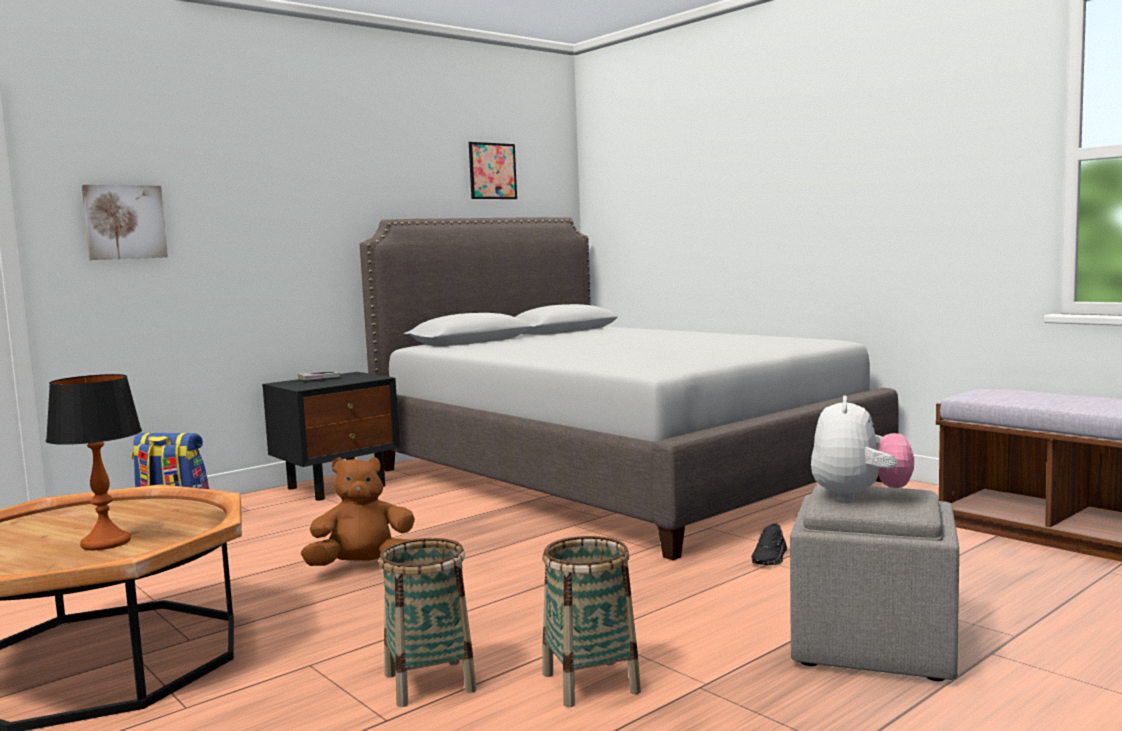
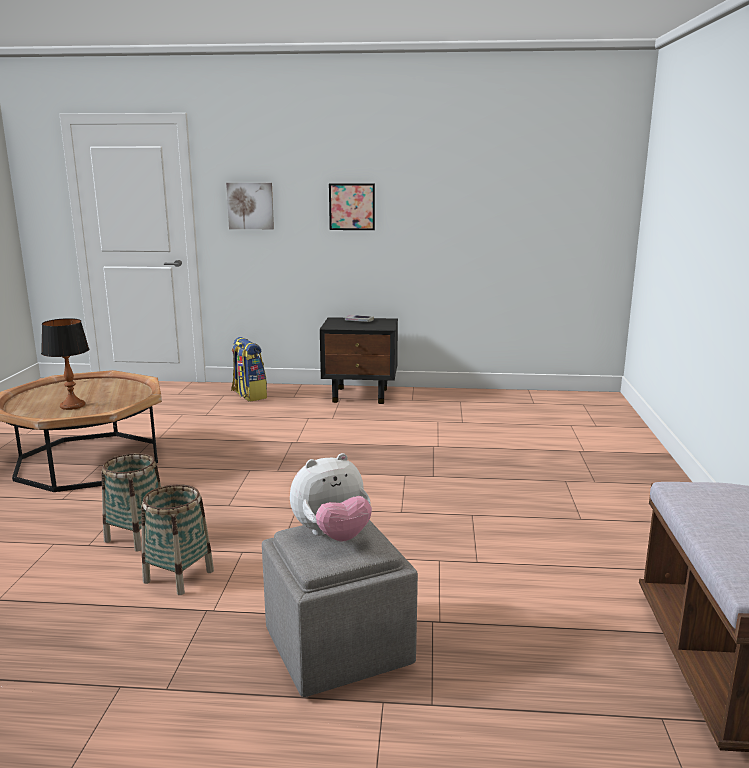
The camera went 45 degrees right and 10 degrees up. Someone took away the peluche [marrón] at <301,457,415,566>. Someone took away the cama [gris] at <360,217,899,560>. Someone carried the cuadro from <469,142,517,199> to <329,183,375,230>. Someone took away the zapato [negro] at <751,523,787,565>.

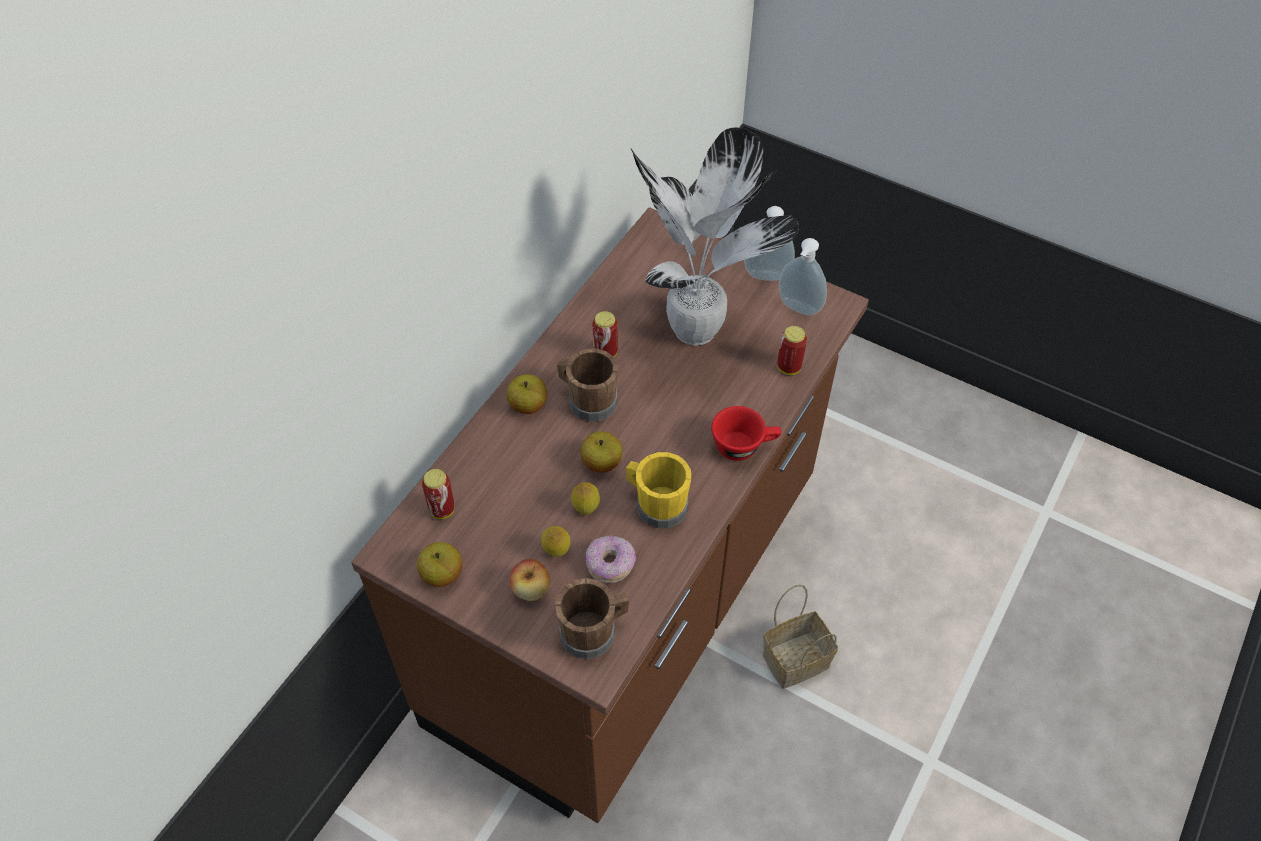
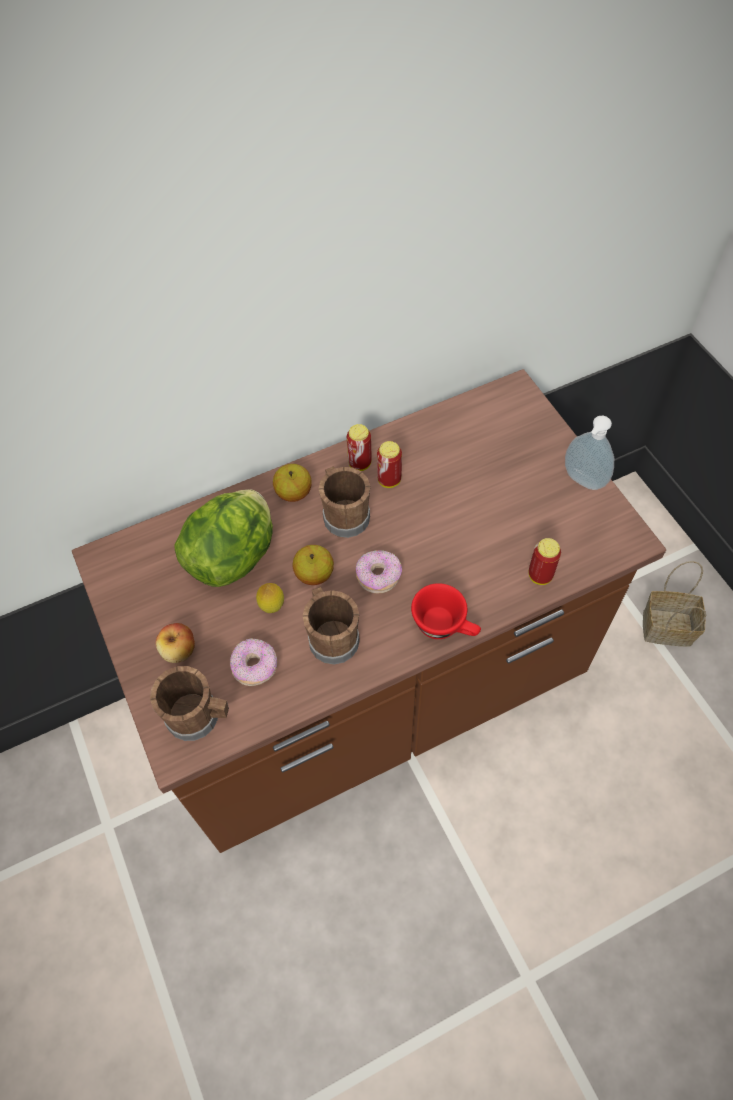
The camera went 35 degrees right and 5 degrees up. Someone took away the manzana at <417,542,462,587>. Someone carried the lata from <422,469,455,519> to <347,424,372,471>. Someone took away the limón at <541,526,570,557>. Someone repainted the taza grande [amarillo] at <626,452,691,529>, which became the taza grande [marrón] at <303,587,360,664>. Someone took away the planta en maceta at <631,127,799,346>. Someone carried the cesta from <763,584,838,689> to <643,561,706,647>. Someone took away the dispensador de jabón at <779,238,827,316>. Someone put down the lechuga at <174,489,273,587>. Someone put down the rosquilla at <356,550,402,594>.

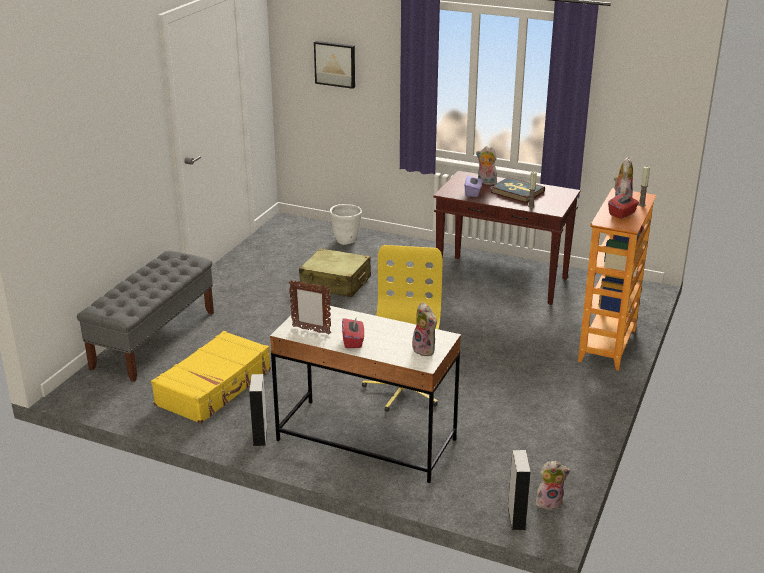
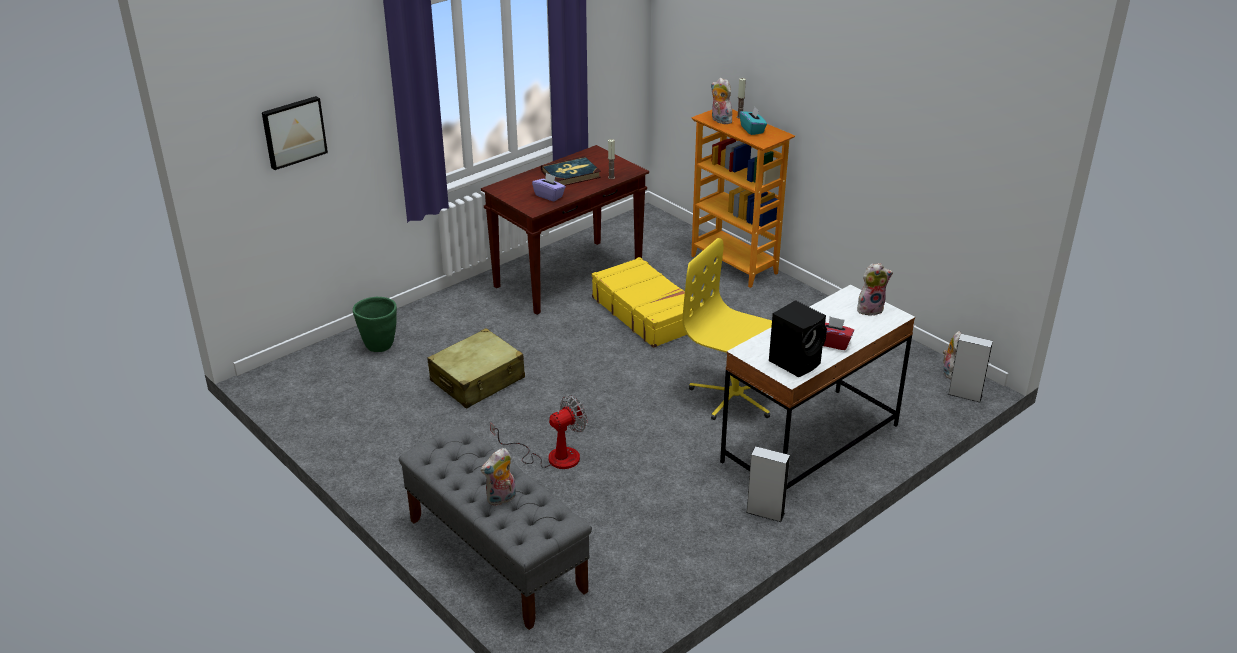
The camera went 65 degrees left and 5 degrees up. Someone carried the maleta [amarillo] from <151,331,271,424> to <592,257,702,348>. Someone swapped the portarretratos at <289,280,331,335> for the altavoz [negro] at <769,300,827,377>. Someone repainted the maceta [blanco] at <330,204,362,245>, which became the maceta [verde] at <353,297,397,352>. Someone carried the peluche from <476,146,497,185> to <481,448,516,506>. Someone repainted the caja de pañuelos [rojo] at <608,193,639,219>, which became the caja de pañuelos [turquesa] at <740,107,767,135>. Someone put down the ventilador at <490,395,587,469>.

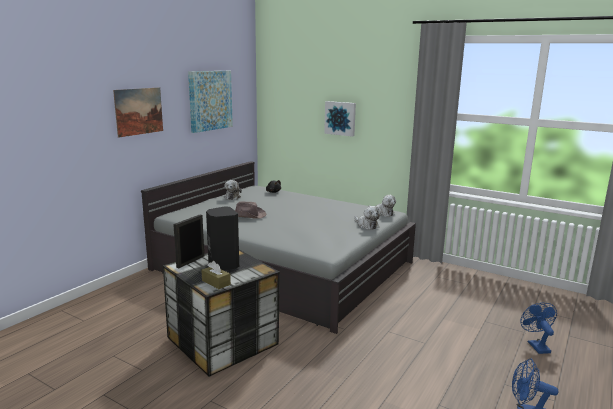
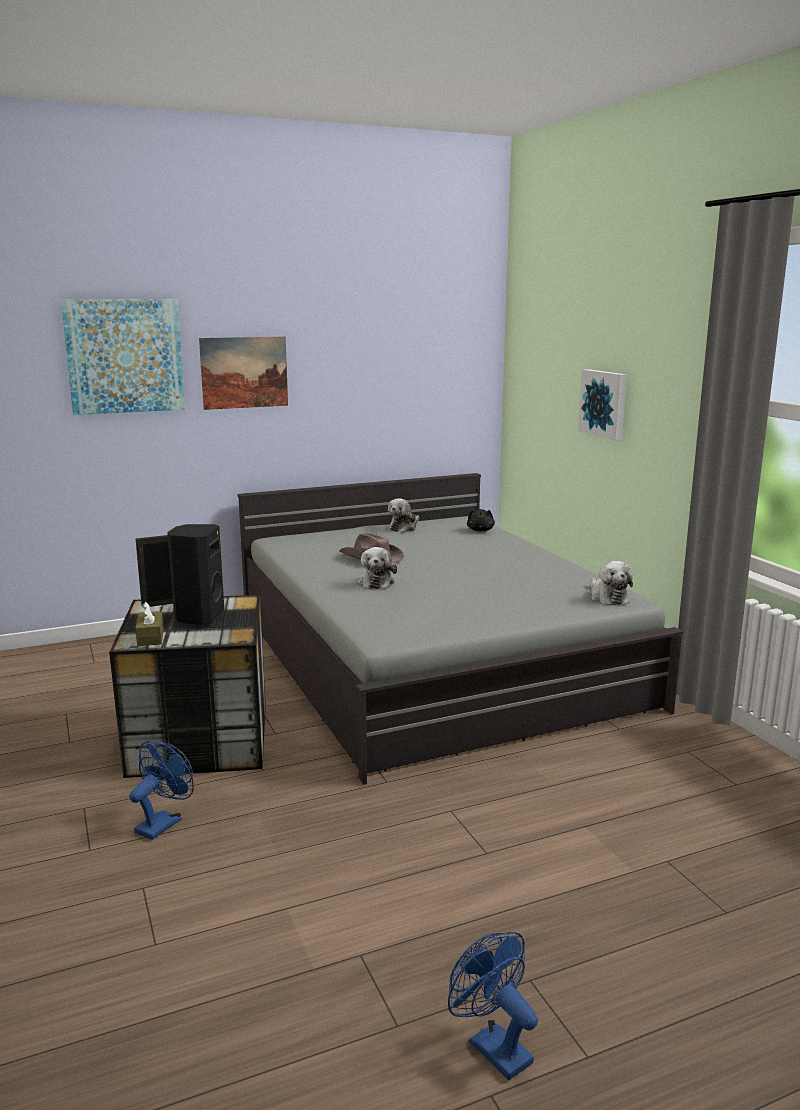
The camera went 35 degrees right and 0 degrees up. Someone carried the cuadro from <188,71,233,133> to <60,299,185,415>. Someone carried the peluche from <354,206,381,230> to <358,547,397,589>. Someone carried the ventilador [azul] from <520,302,557,354> to <129,740,194,840>.

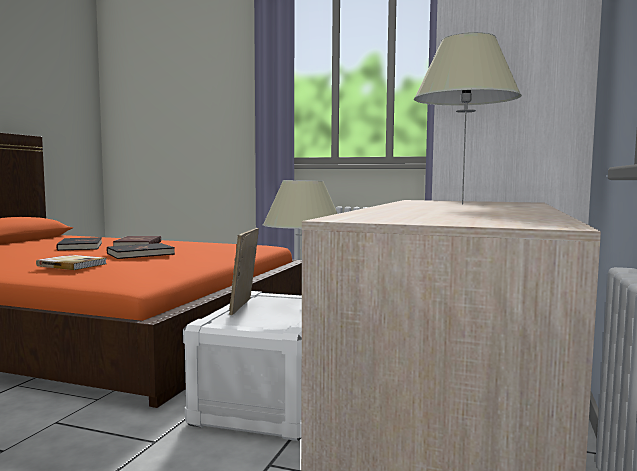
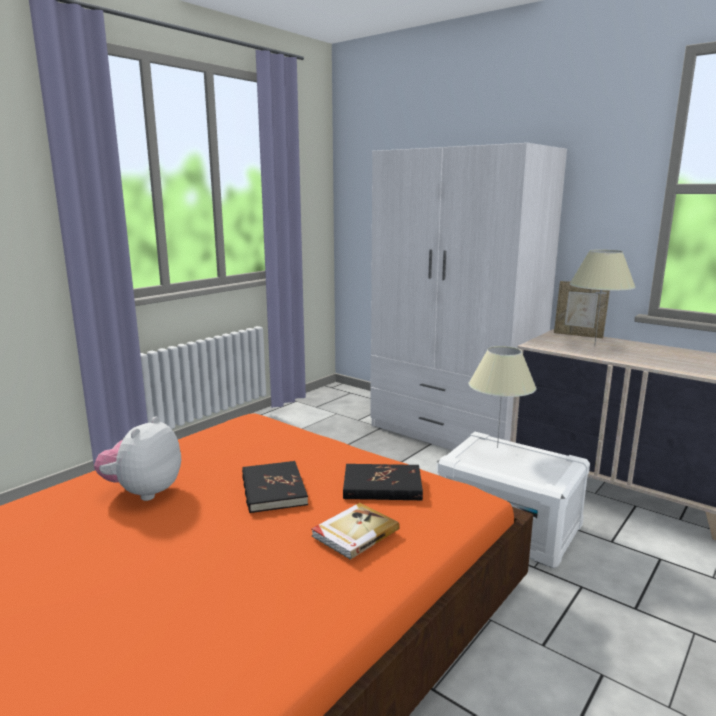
The camera went 70 degrees left and 10 degrees up. Someone carried the libro [negro] from <56,237,102,251> to <343,464,423,500>. Someone swapped the libro [rojo] at <113,236,161,246> for the peluche at <94,416,181,501>. Someone carried the portarretratos from <229,228,259,315> to <554,281,610,338>.

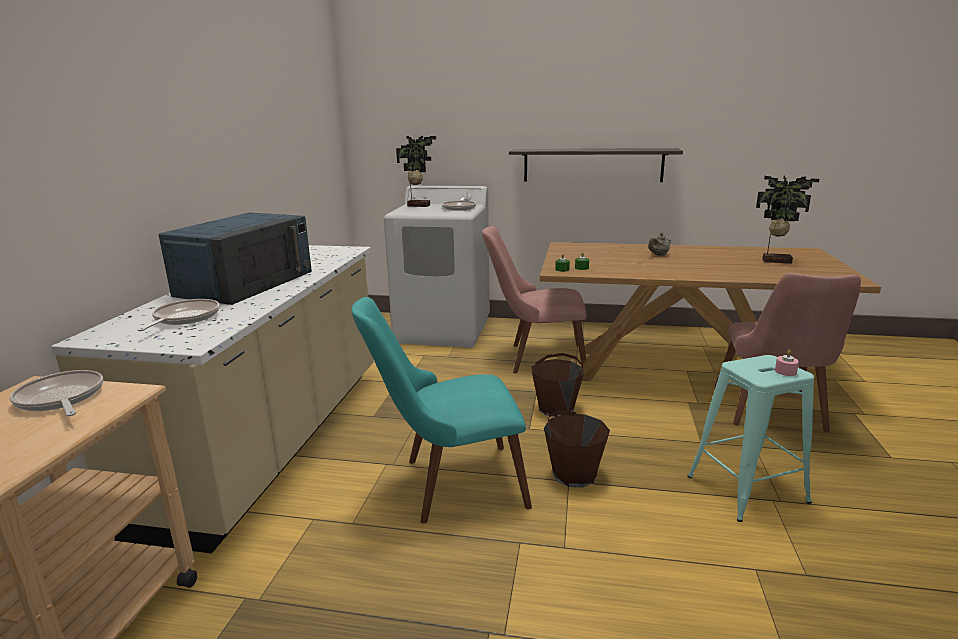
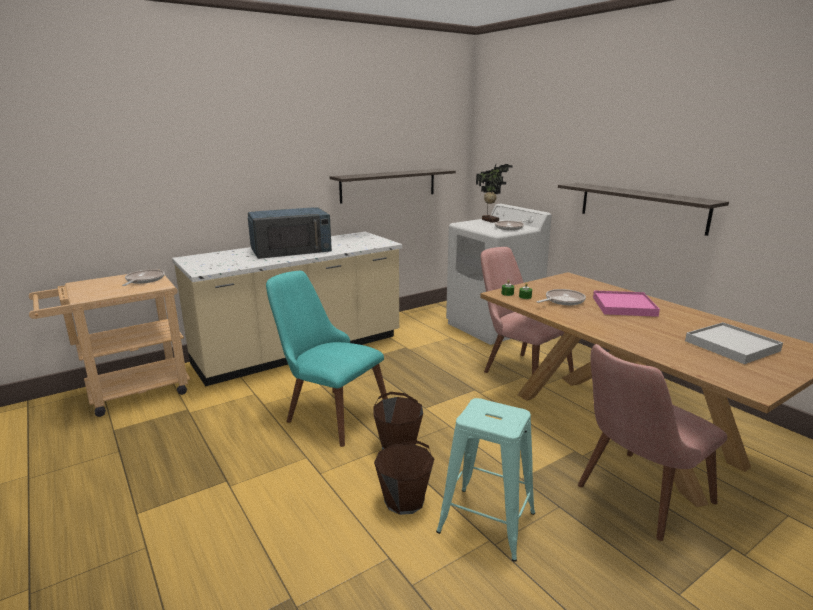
The camera went 45 degrees right and 0 degrees up. Someone carried the sartén from <137,299,220,331> to <536,289,586,305>. Someone carried the cubo [marrón] from <532,353,584,417> to <374,440,434,515>. Someone swapped the tetera [beis] at <648,233,671,256> for the bandeja [rosa] at <593,291,660,317>. Someone swapped the planta en maceta at <756,176,819,264> for the bandeja [blanco] at <685,322,783,364>. Someone took away the vela [rosa] at <775,350,799,376>. Someone put up the estante at <330,169,456,204>.

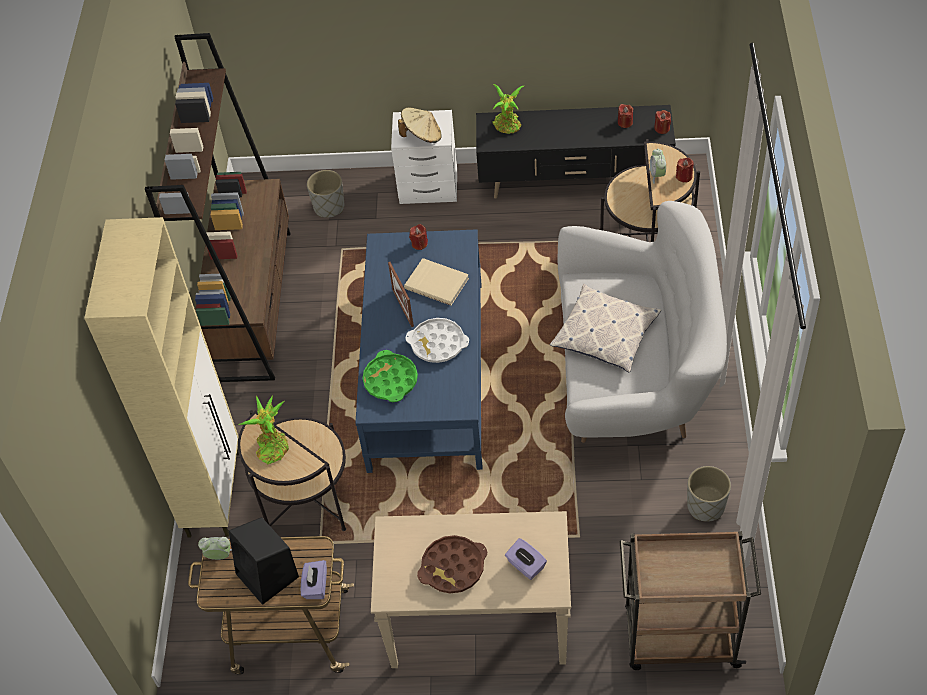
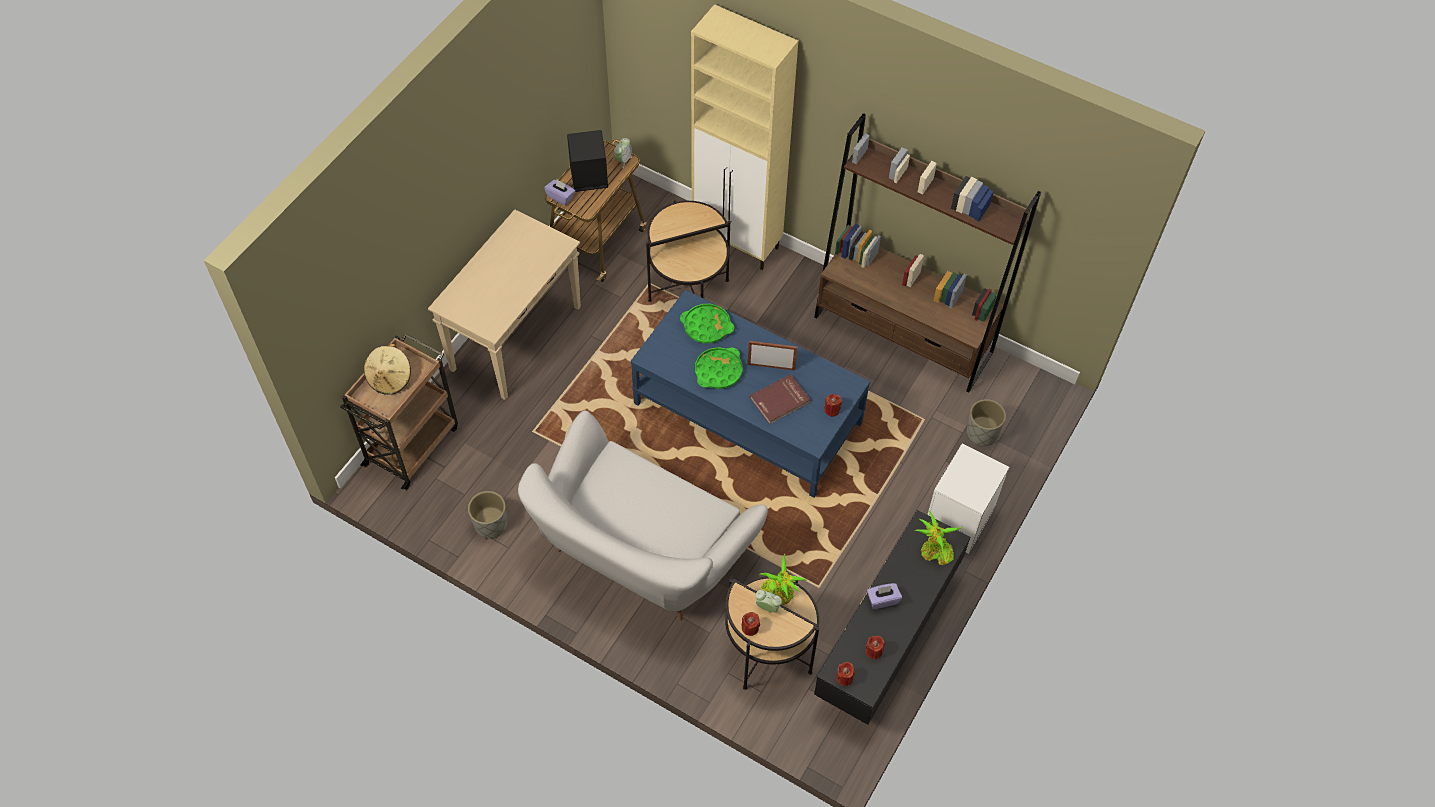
The camera went 115 degrees right and 5 degrees up. Someone carried the planta en maceta from <238,396,289,464> to <760,554,807,605>. Someone carried the sombrero [beis] from <398,107,442,143> to <364,343,411,395>. Someone repainted the libro [beis] at <404,258,469,306>, which became the libro [rojo] at <750,374,810,424>. Someone repainted the bandeja [blanco] at <405,318,469,363>, which became the bandeja [verde] at <695,347,743,389>. Someone took away the bandeja [marrón] at <417,535,487,593>. Someone carried the caja de pañuelos [morado] from <505,538,547,580> to <867,583,902,609>. Someone took away the cojín at <549,284,661,372>.

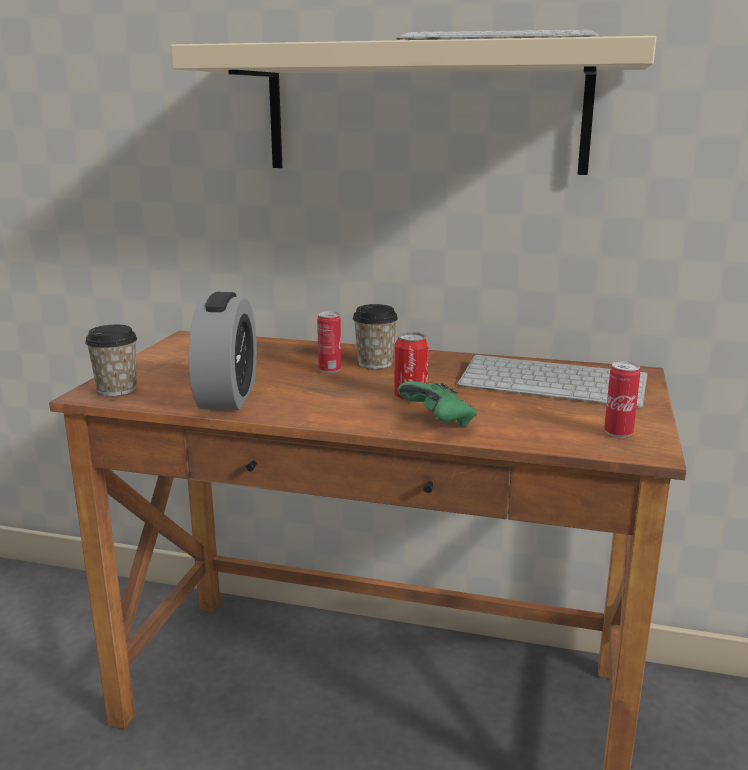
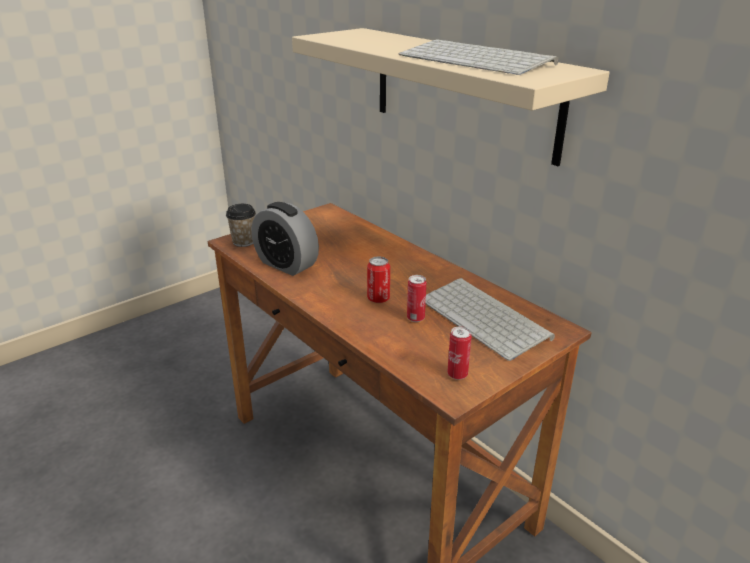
The camera went 35 degrees right and 10 degrees up. Someone rotated the despertador at <189,292,257,410> by 90 degrees clockwise. Someone carried the lata from <317,311,341,373> to <407,275,426,322>. Someone took away the taza at <353,304,398,369>. Someone took away the mando de consola [verde] at <398,381,477,427>.

